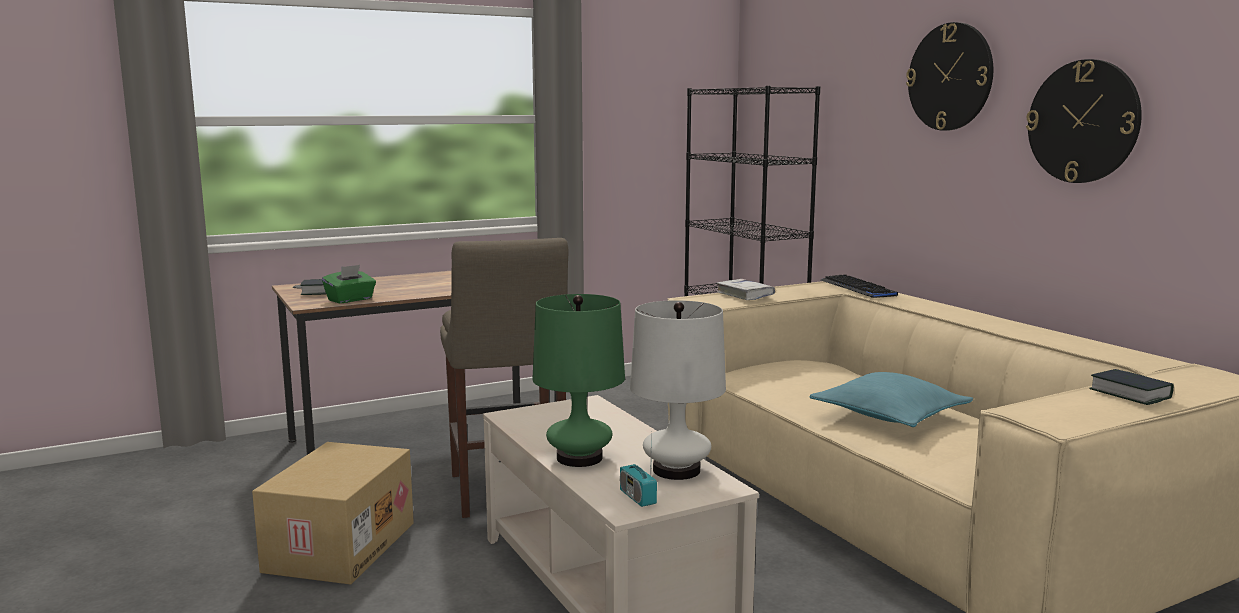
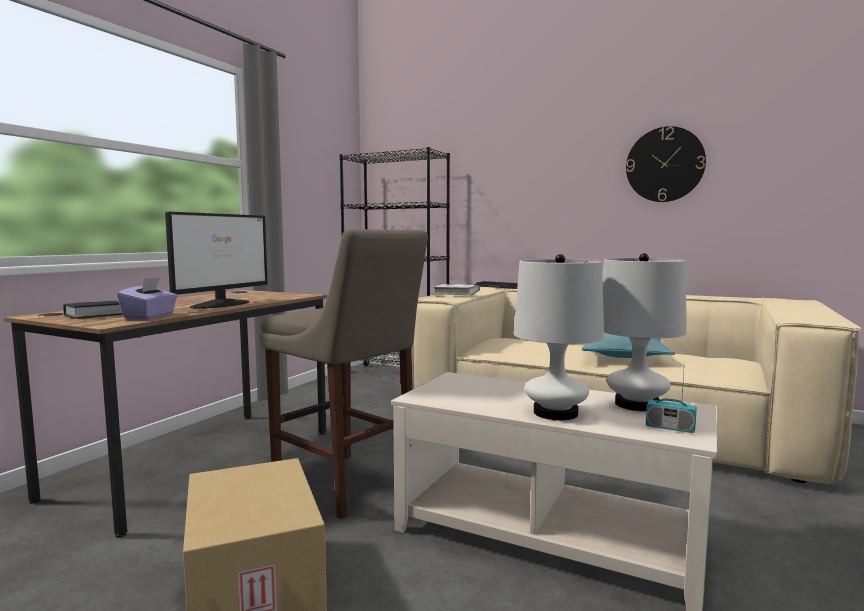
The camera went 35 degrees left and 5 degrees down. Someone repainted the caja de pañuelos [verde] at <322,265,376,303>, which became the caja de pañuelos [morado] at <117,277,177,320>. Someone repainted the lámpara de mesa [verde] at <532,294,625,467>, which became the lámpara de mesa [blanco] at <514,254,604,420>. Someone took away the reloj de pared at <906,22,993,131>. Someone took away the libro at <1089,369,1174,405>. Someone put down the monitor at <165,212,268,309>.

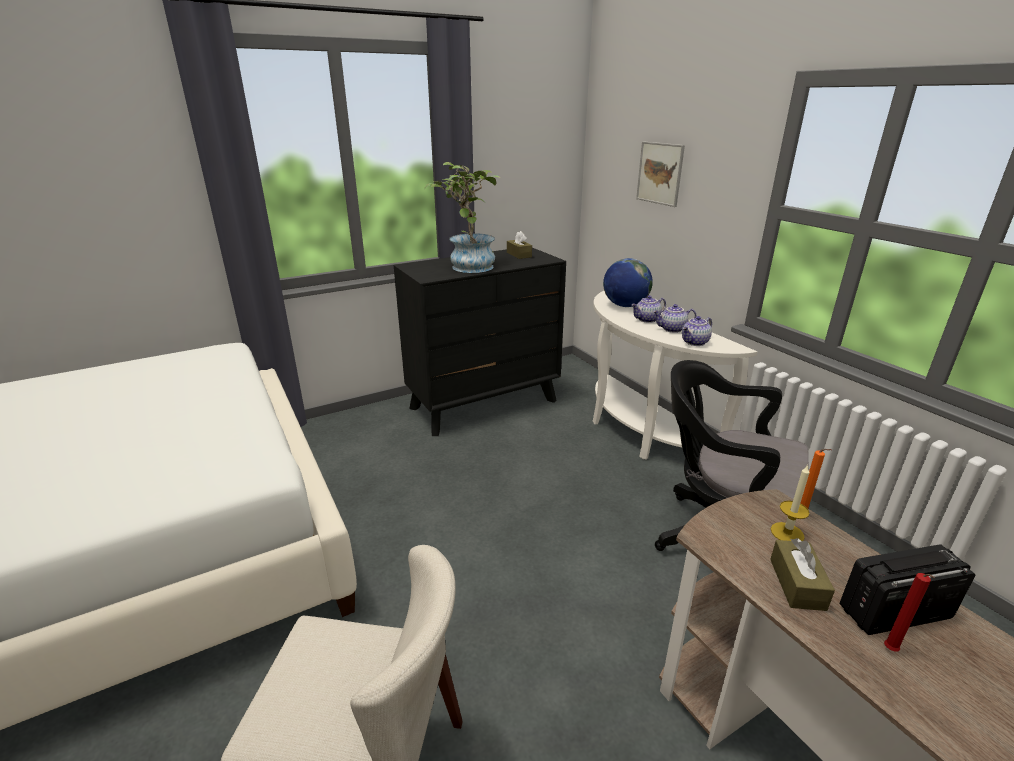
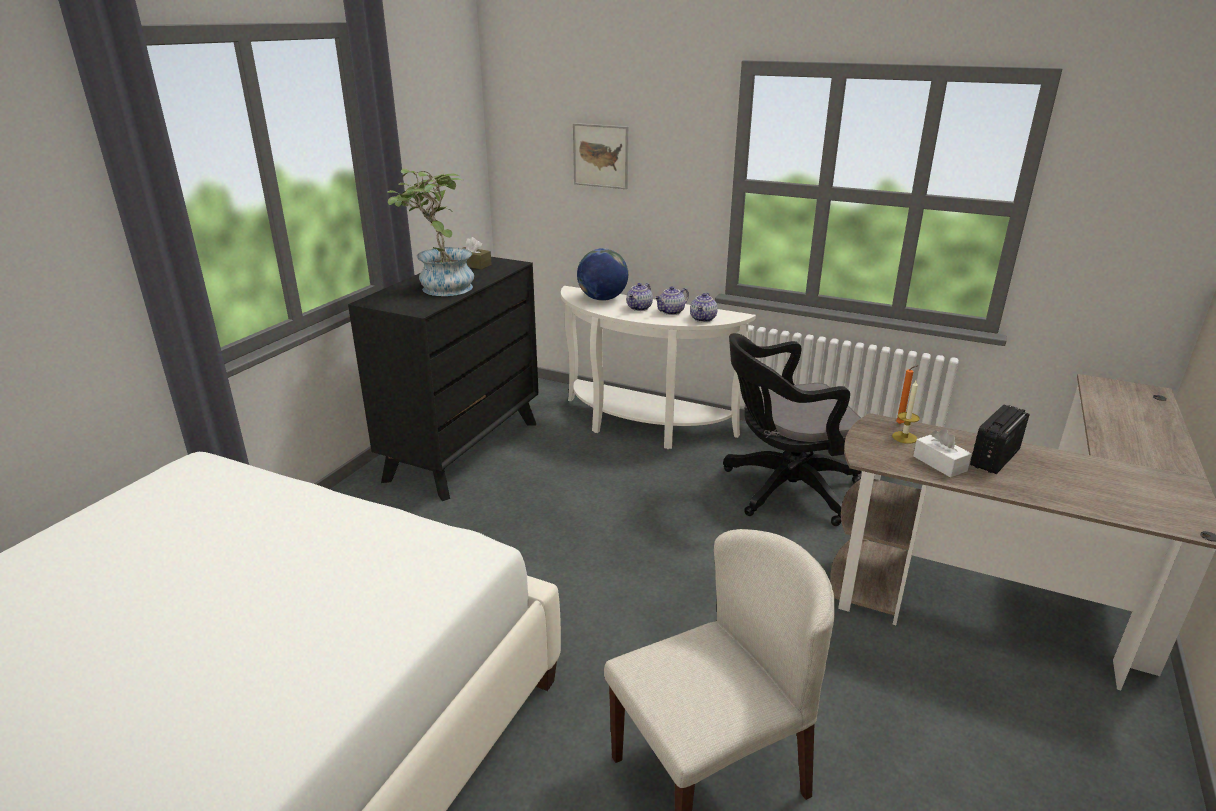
The camera went 35 degrees left and 0 degrees up. Someone repainted the caja de pañuelos [marrón] at <770,538,835,611>, which became the caja de pañuelos [blanco] at <913,429,972,478>. Someone took away the vela [rojo] at <884,573,935,652>.

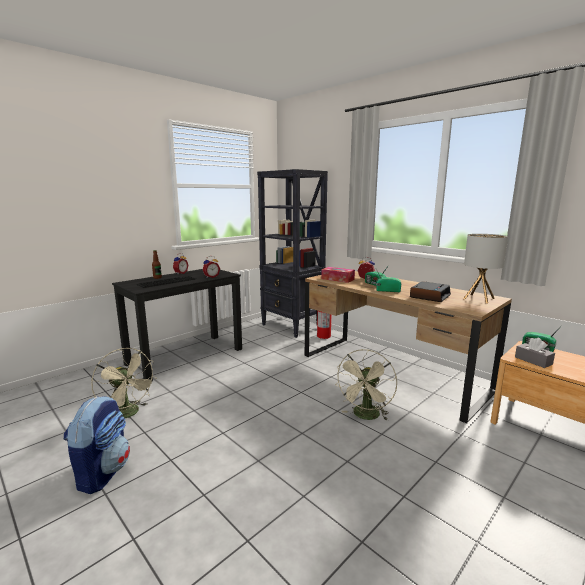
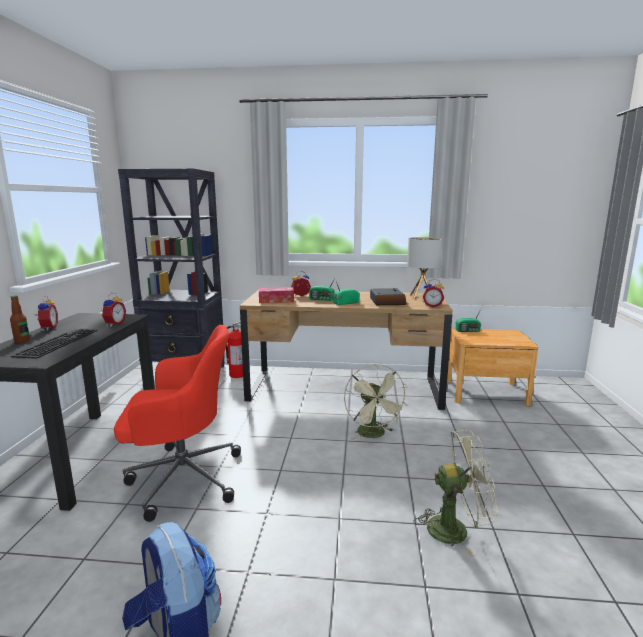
The camera went 40 degrees left and 0 degrees up. Someone carried the ventilador [beis] from <91,348,157,418> to <414,430,498,557>. Someone took away the caja de pañuelos [gris] at <515,338,555,368>. Someone put down the silla de oficina [rojo] at <114,325,241,522>. Someone put down the despertador at <423,279,444,307>.

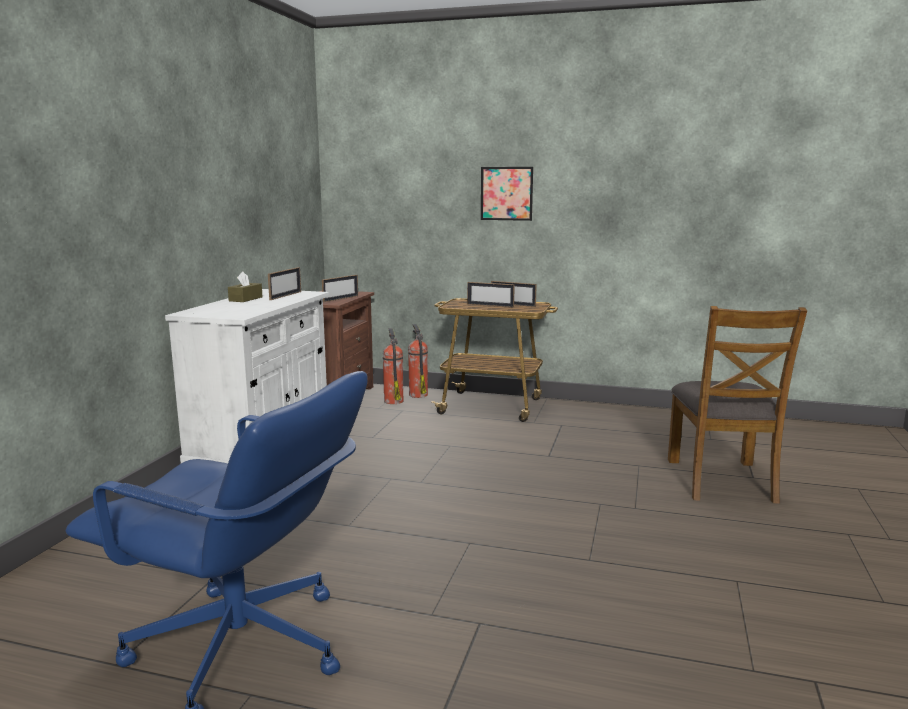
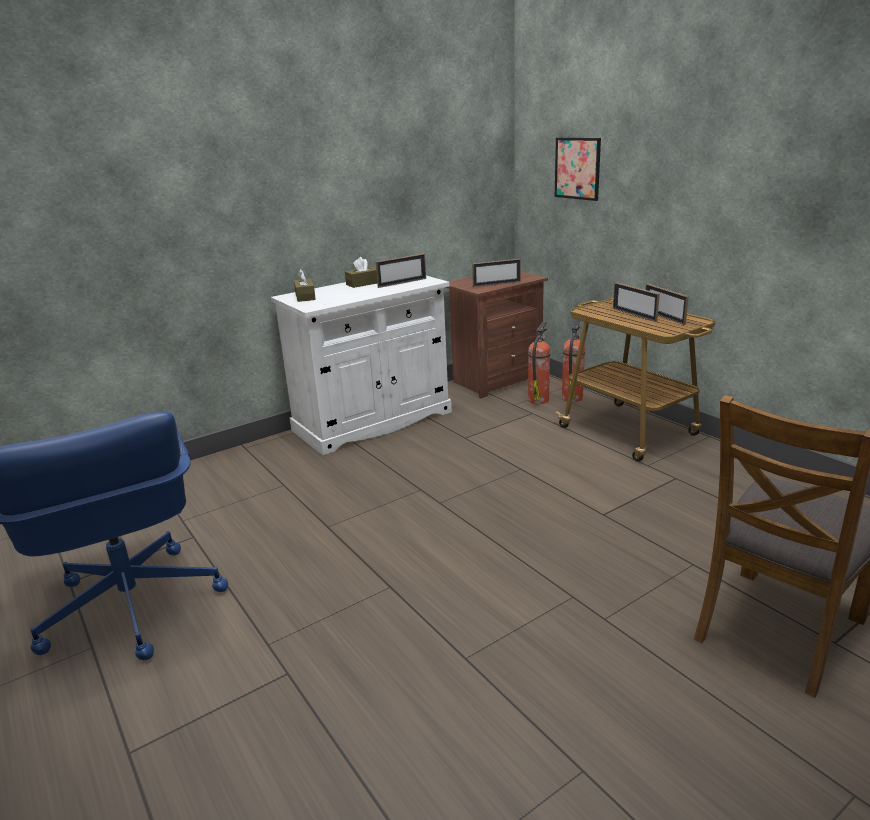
The camera went 40 degrees right and 10 degrees up. Someone carried the cuadro from <481,167,533,221> to <555,138,601,201>. Someone put down the caja de pañuelos [marrón] at <294,269,316,302>.

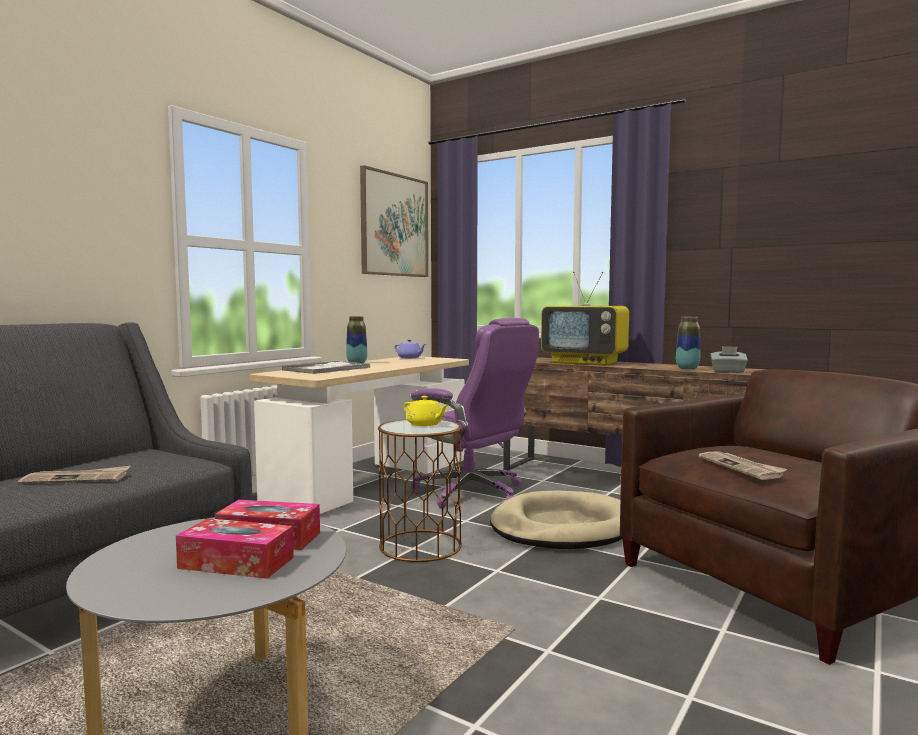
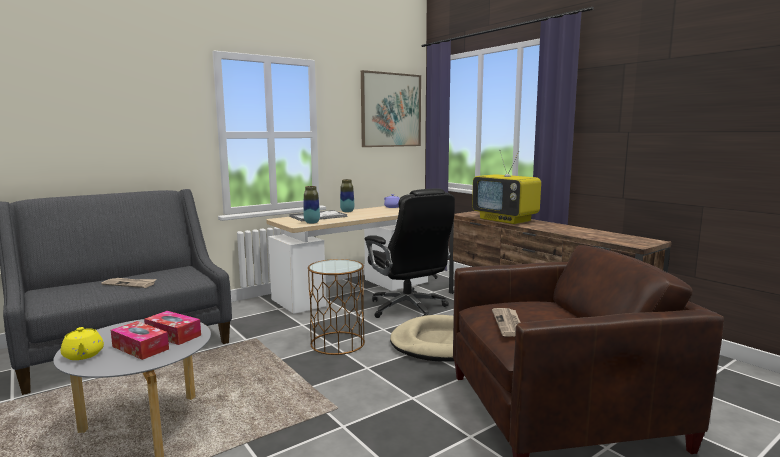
The camera went 20 degrees right and 5 degrees up. Someone carried the tetera [amarillo] from <404,396,448,426> to <61,327,104,360>. Someone repainted the silla de oficina [morado] at <411,318,539,508>, which became the silla de oficina [negro] at <365,188,455,318>. Someone carried the florero from <676,317,700,370> to <303,186,320,224>. Someone took away the caja de pañuelos [gris] at <710,346,748,373>.

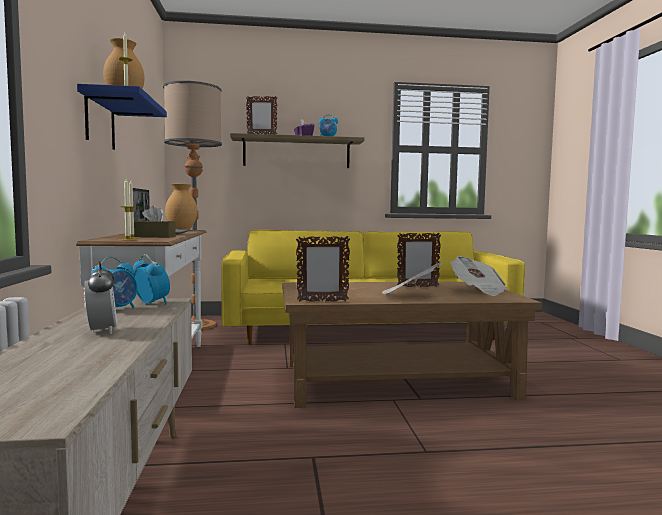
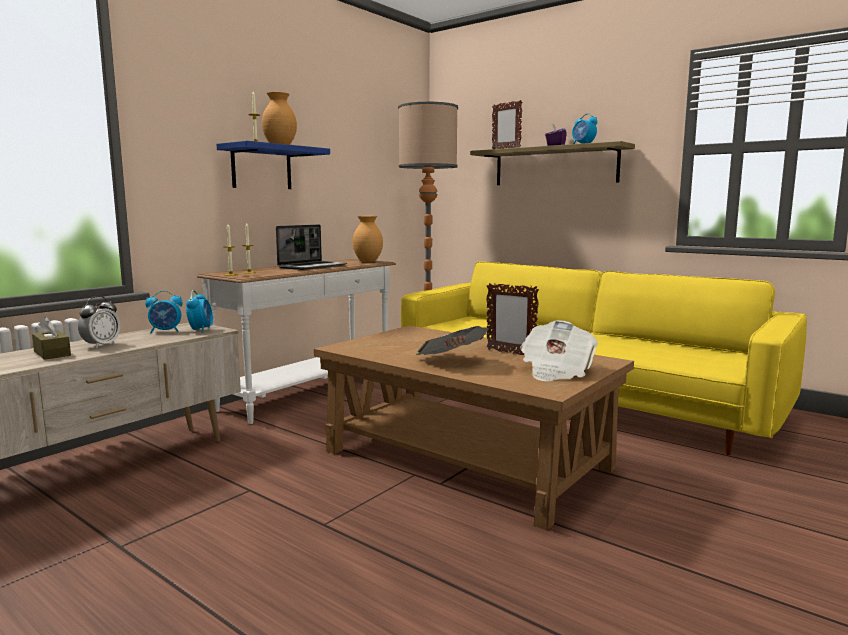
The camera went 45 degrees right and 5 degrees up. Someone carried the caja de pañuelos [marrón] from <134,206,176,238> to <32,317,71,360>. Someone took away the portarretratos at <296,236,350,302>.

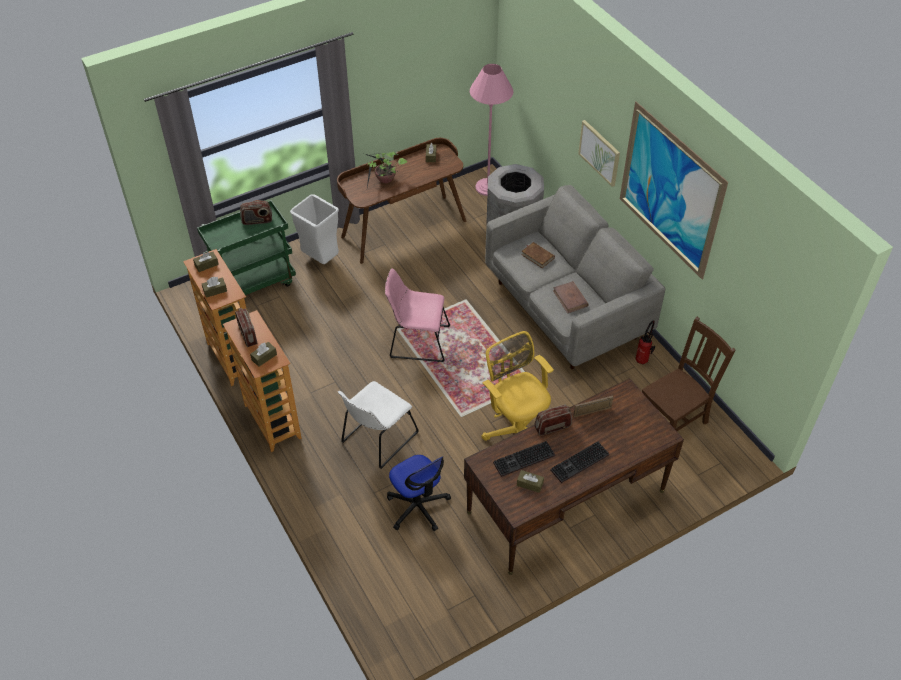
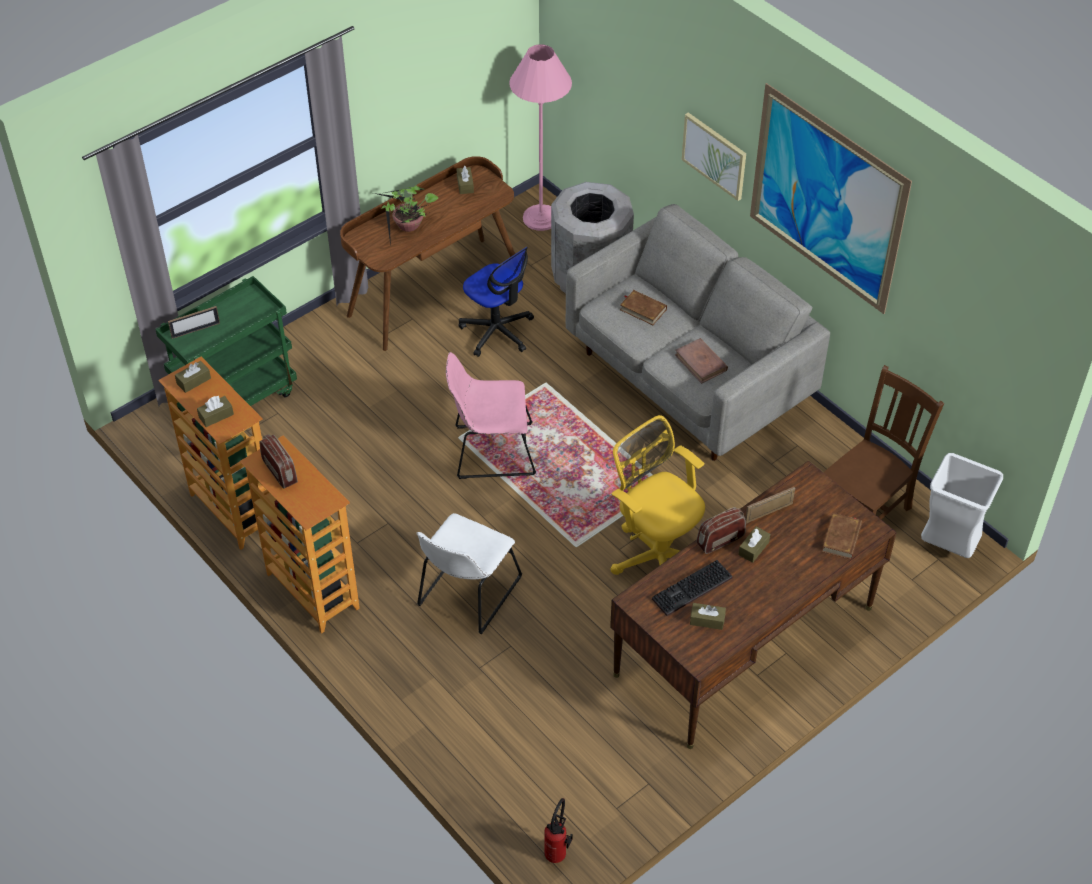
The camera went 10 degrees left and 0 degrees up. Someone took away the radio at <240,200,272,225>. Someone carried the caja de pañuelos [marrón] from <250,342,277,367> to <738,526,770,563>. Someone carried the papelera [blanco] from <290,194,339,264> to <921,453,1003,558>. Someone carried the silla de oficina from <387,455,451,531> to <459,247,534,357>. Someone took away the teclado at <550,442,609,483>. Someone carried the extintor from <636,320,655,365> to <544,798,573,863>. Someone put down the portarretratos at <168,306,220,339>. Someone put down the libro [marrón] at <822,513,862,559>.

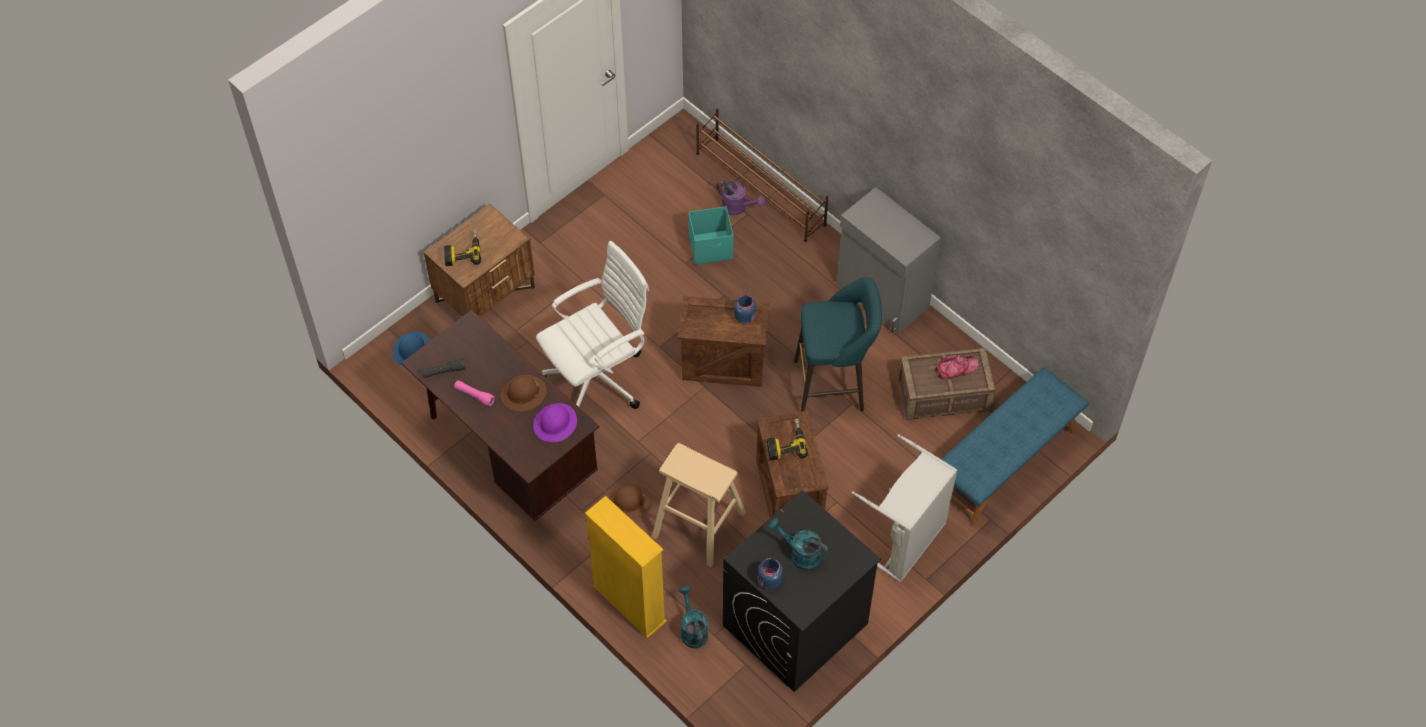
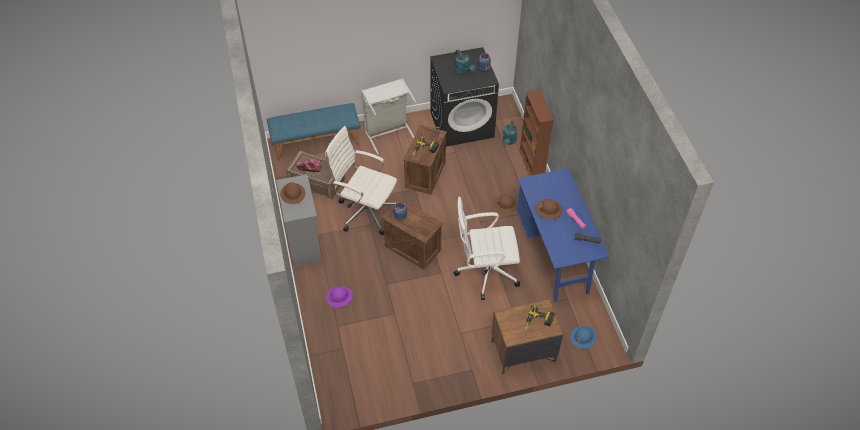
The camera went 150 degrees left and 5 degrees down. Someone repainted the escritorio [marrón] at <401,310,600,521>, which became the escritorio [azul] at <517,168,609,302>. Someone carried the casco [morado] from <533,403,577,442> to <326,286,353,307>. Someone repainted the estantería [amarillo] at <585,496,667,638>, which became the estantería [marrón] at <519,89,554,176>. Someone took away the taburete [beis] at <652,443,746,567>. Someone took away the caja de almacenaje [turquesa] at <688,206,733,265>. Someone took away the zapatero [marrón] at <696,109,828,242>. Someone took away the regadera [morado] at <716,180,766,215>. Someone swapped the taburete [turquesa] at <794,277,882,412> for the silla de oficina [blanco] at <325,126,397,235>. Someone put down the casco [marrón] at <280,182,306,204>.

